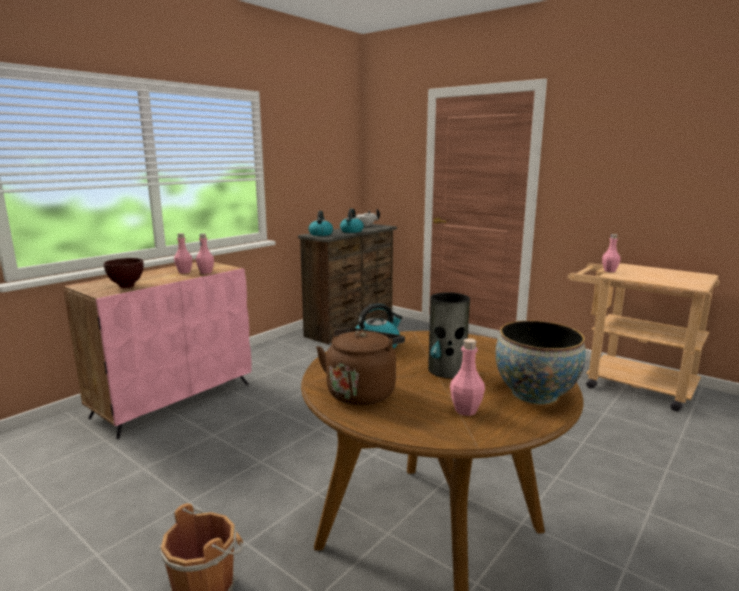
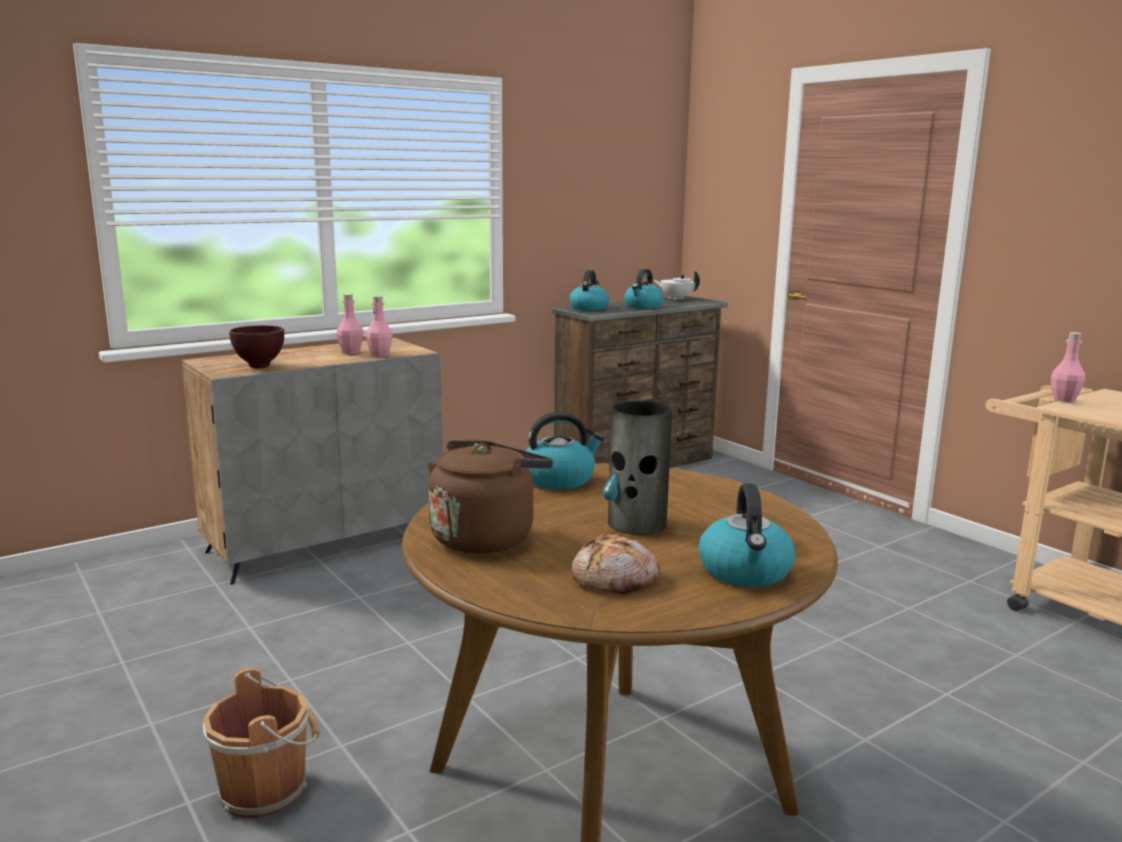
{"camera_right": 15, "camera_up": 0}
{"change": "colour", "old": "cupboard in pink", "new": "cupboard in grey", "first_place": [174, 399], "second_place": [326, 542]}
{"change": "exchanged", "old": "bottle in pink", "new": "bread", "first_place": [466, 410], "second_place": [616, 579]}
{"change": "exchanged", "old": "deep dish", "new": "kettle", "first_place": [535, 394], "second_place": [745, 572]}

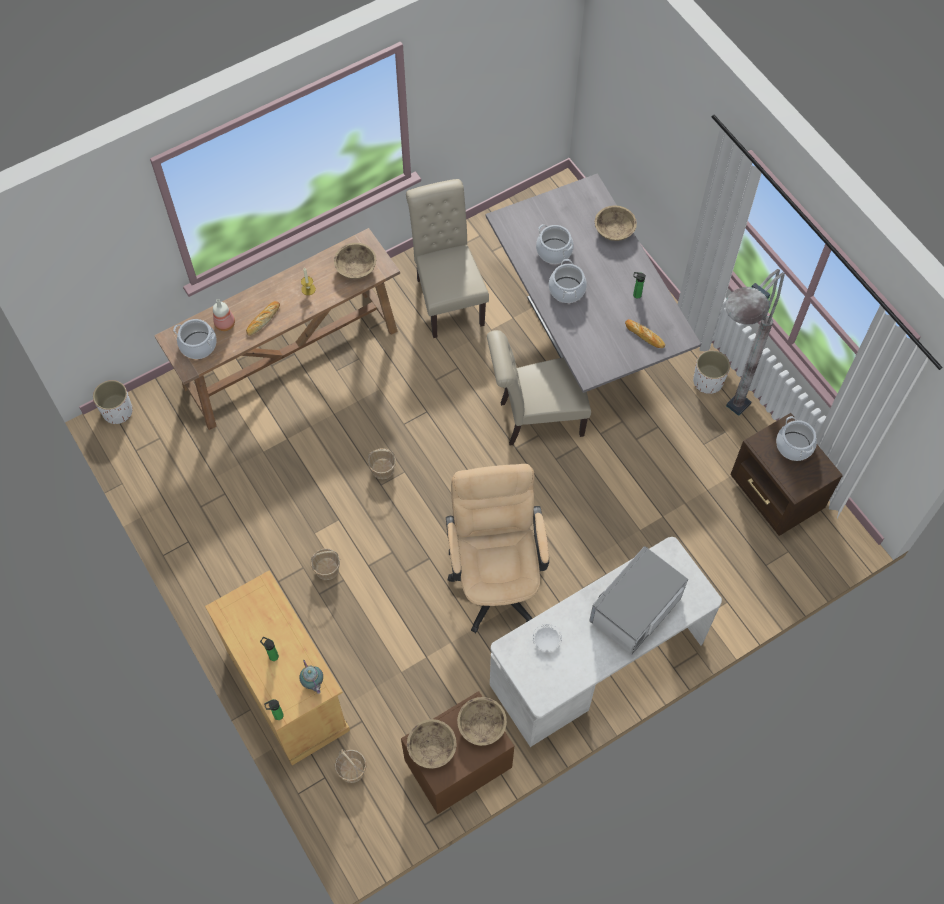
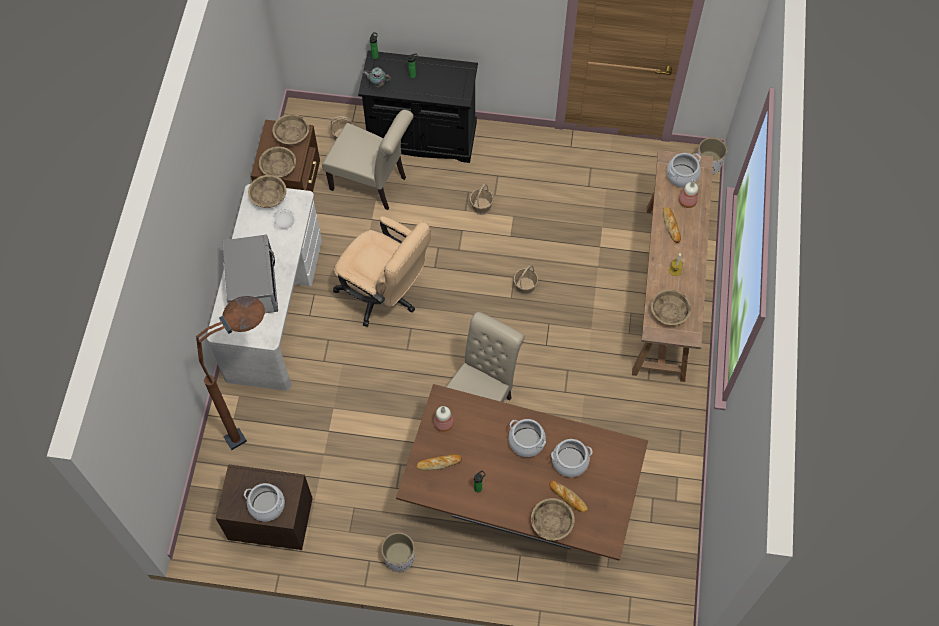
{"camera_right": 130, "camera_up": 0}
{"change": "appeared", "new": "standing lamp in brownish", "second_place": [267, 422]}
{"change": "appeared", "new": "deep dish in beige-coloured", "second_place": [269, 197]}
{"change": "relocated", "old": "plain chair in beige-coloured", "first_place": [447, 297], "second_place": [373, 184]}
{"change": "colour", "old": "cupboard in beige-coloured", "new": "cupboard in black-coloured", "first_place": [288, 690], "second_place": [422, 137]}
{"change": "colour", "old": "dinner table in grey", "new": "dinner table in brownish", "first_place": [583, 333], "second_place": [519, 502]}
{"change": "appeared", "new": "bottle", "second_place": [443, 424]}
{"change": "appeared", "new": "bread", "second_place": [568, 497]}
{"change": "missing", "old": "standing lamp in grey", "first_place": [713, 428]}

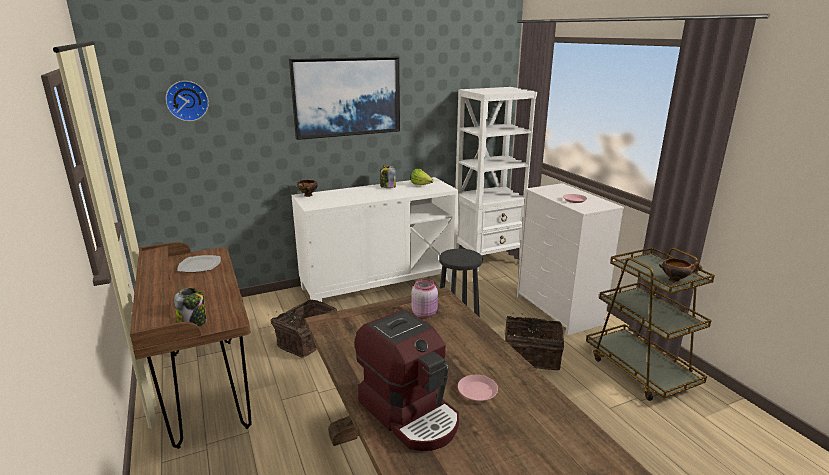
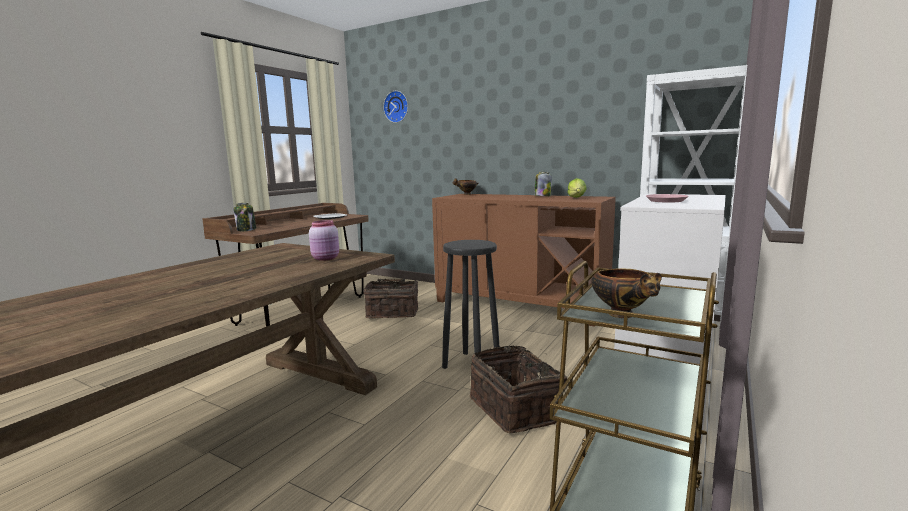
{"camera_right": 55, "camera_up": -10}
{"change": "colour", "old": "cupboard in whitish", "new": "cupboard in brownish", "first_place": [378, 284], "second_place": [520, 304]}
{"change": "missing", "old": "wall picture", "first_place": [346, 97]}
{"change": "missing", "old": "coffee machine", "first_place": [410, 413]}
{"change": "missing", "old": "flat dish in pink", "first_place": [477, 391]}

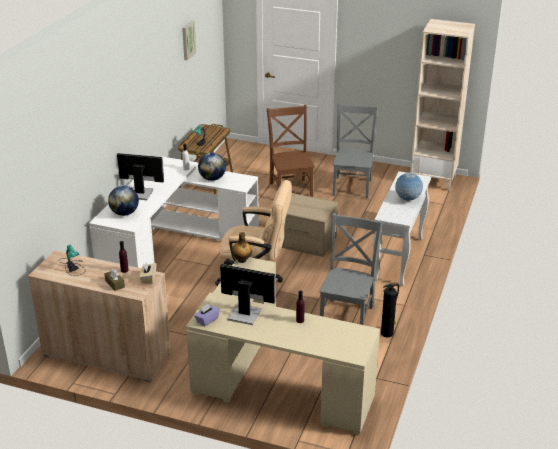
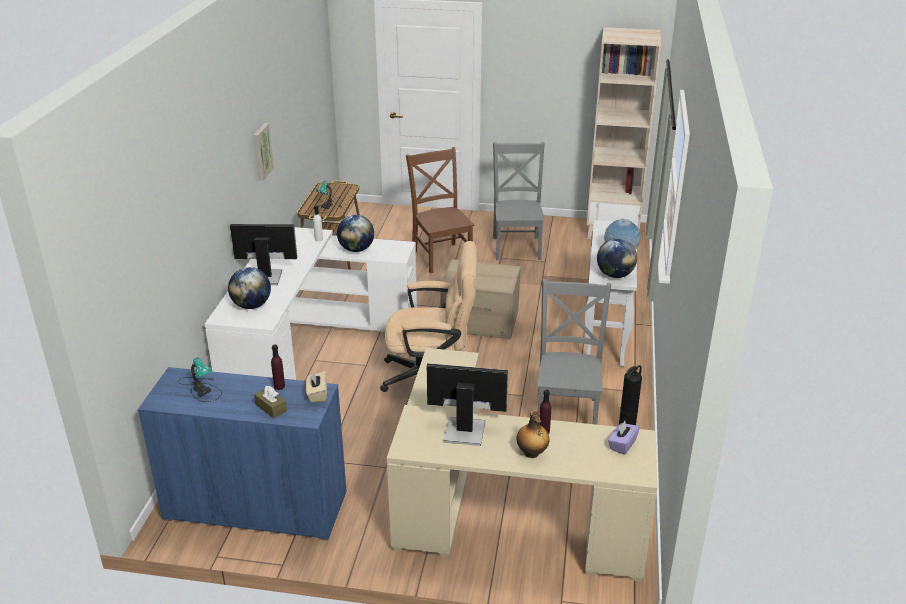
{"camera_right": -10, "camera_up": 0}
{"change": "colour", "old": "cupboard in beige-coloured", "new": "cupboard in blue", "first_place": [107, 354], "second_place": [256, 506]}
{"change": "relocated", "old": "wall picture", "first_place": [188, 40], "second_place": [261, 151]}
{"change": "relocated", "old": "bottle", "first_place": [242, 260], "second_place": [531, 453]}
{"change": "appeared", "new": "globe", "second_place": [615, 275]}
{"change": "relocated", "old": "tissue box in purple", "first_place": [207, 320], "second_place": [622, 445]}

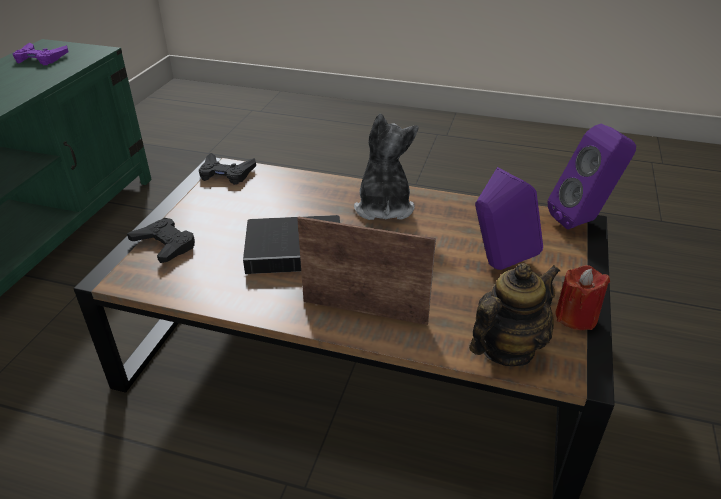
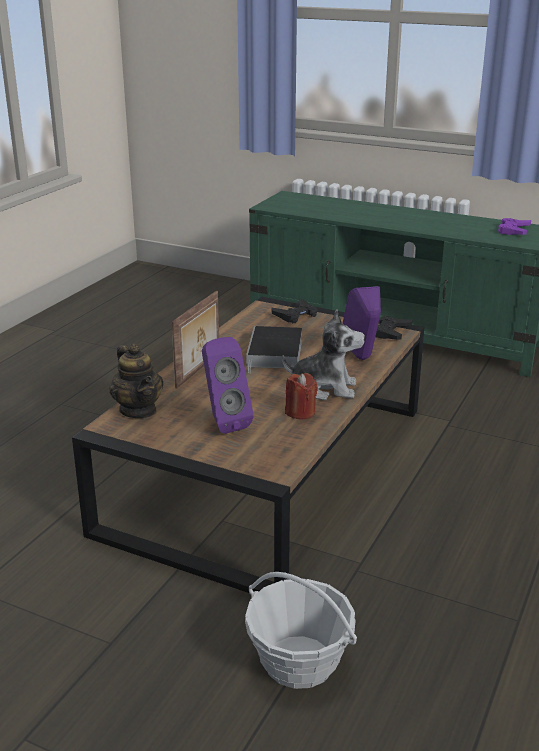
{"camera_right": 100, "camera_up": -10}
{"change": "appeared", "new": "storage basket", "second_place": [299, 661]}
{"change": "relocated", "old": "candle in reddish", "first_place": [576, 316], "second_place": [300, 412]}
{"change": "relocated", "old": "loudspeaker in purple", "first_place": [583, 221], "second_place": [362, 359]}

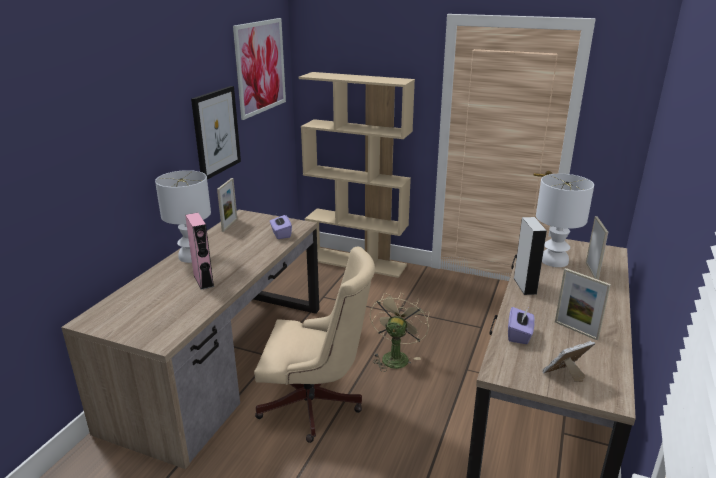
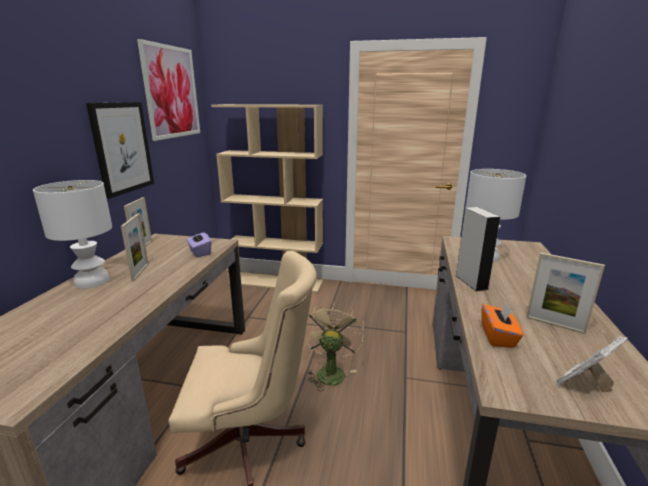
{"camera_right": -10, "camera_up": -5}
{"change": "relocated", "old": "picture frame", "first_place": [591, 271], "second_place": [140, 272]}
{"change": "colour", "old": "tissue box in purple", "new": "tissue box in orangey", "first_place": [519, 335], "second_place": [498, 337]}
{"change": "missing", "old": "loudspeaker in pink", "first_place": [203, 280]}

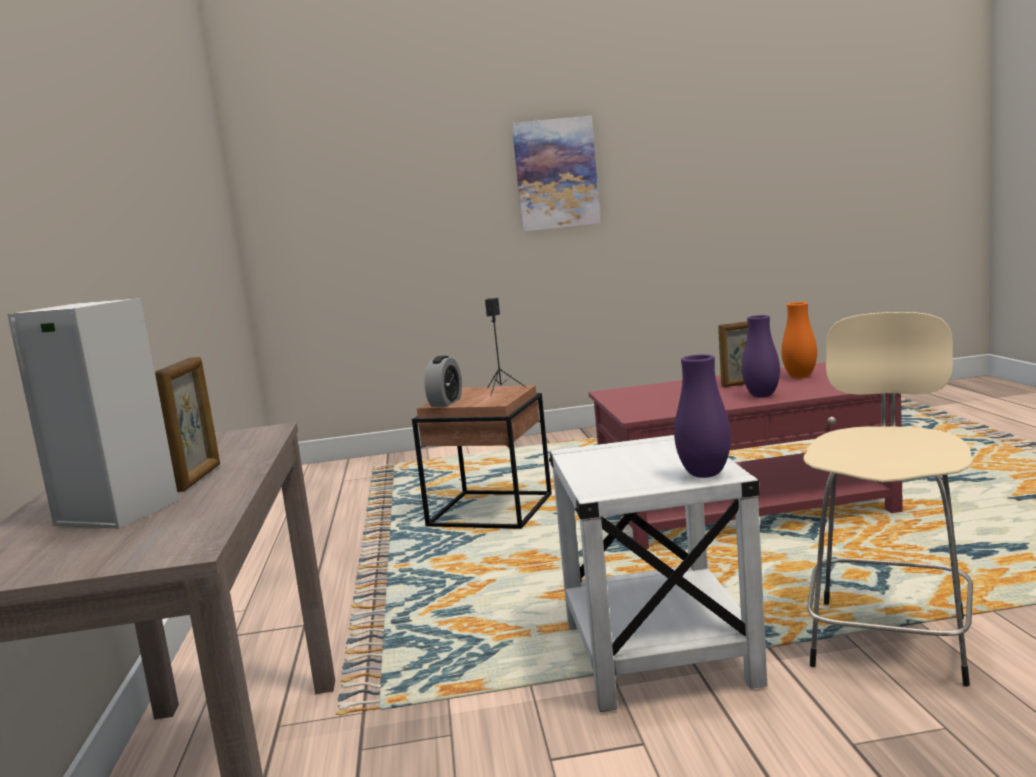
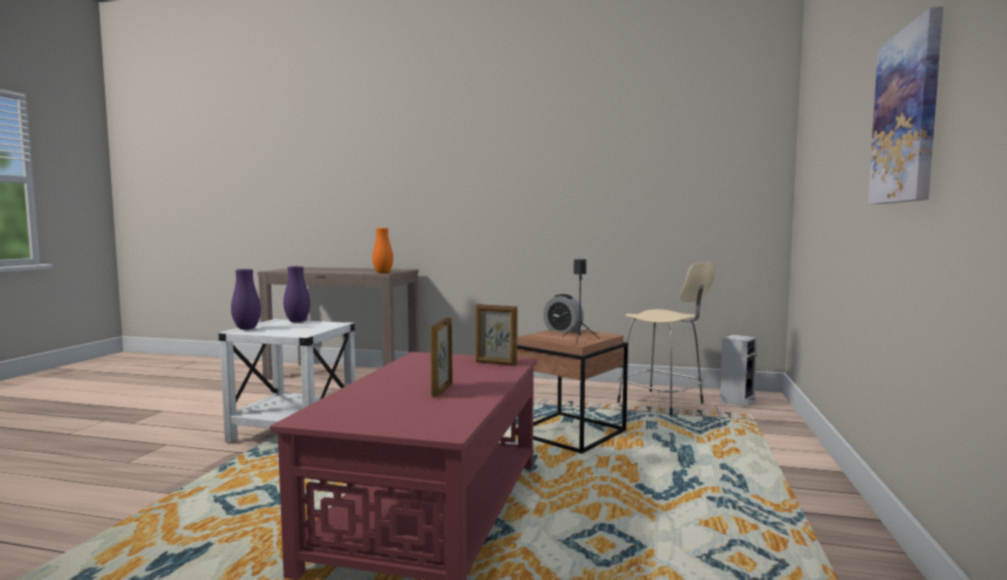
{"camera_right": 110, "camera_up": -5}
{"change": "relocated", "old": "decorative vase in purple", "first_place": [762, 395], "second_place": [297, 321]}
{"change": "relocated", "old": "decorative vase in orangey", "first_place": [800, 376], "second_place": [383, 273]}
{"change": "relocated", "old": "picture frame", "first_place": [199, 478], "second_place": [495, 363]}
{"change": "relocated", "old": "stool in beige-coloured", "first_place": [889, 638], "second_place": [663, 403]}
{"change": "relocated", "old": "loudspeaker", "first_place": [112, 513], "second_place": [736, 401]}

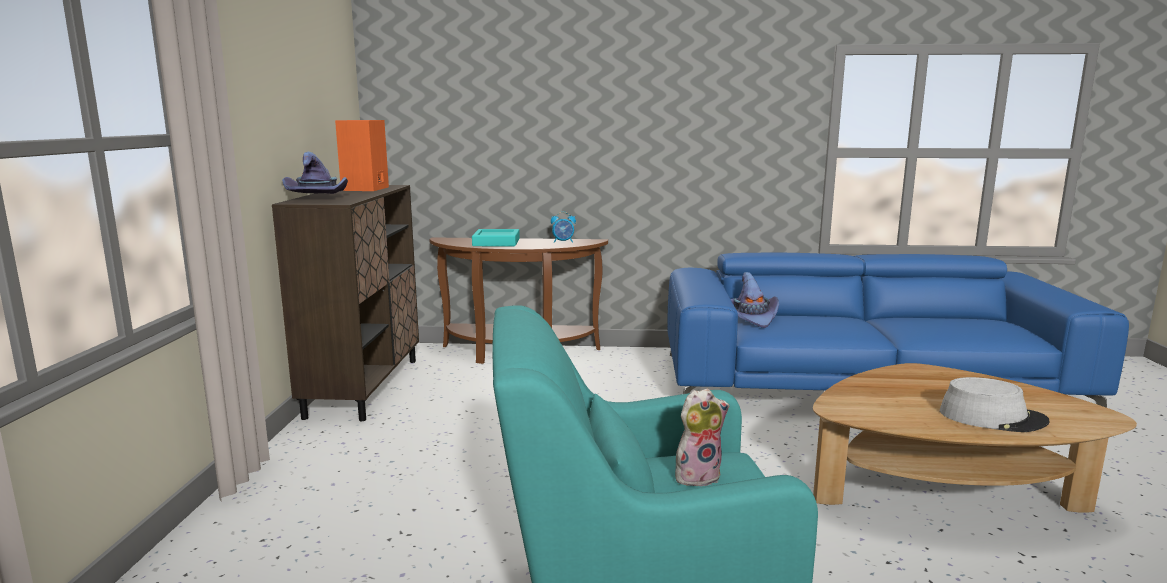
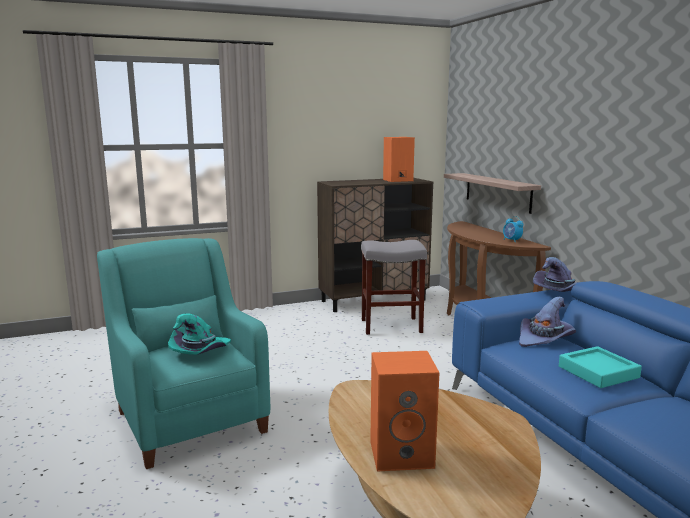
{"camera_right": 65, "camera_up": 0}
{"change": "exchanged", "old": "cuddly toy", "new": "hat in turquoise-coloured", "first_place": [697, 475], "second_place": [200, 352]}
{"change": "appeared", "new": "stool in grey", "second_place": [392, 325]}
{"change": "exchanged", "old": "hat in grey", "new": "loudspeaker in orangey", "first_place": [992, 417], "second_place": [403, 453]}
{"change": "appeared", "new": "shelf", "second_place": [497, 192]}
{"change": "relocated", "old": "hat in purple", "first_place": [318, 198], "second_place": [558, 292]}
{"change": "relocated", "old": "serving tray in turquoise-coloured", "first_place": [496, 242], "second_place": [598, 372]}

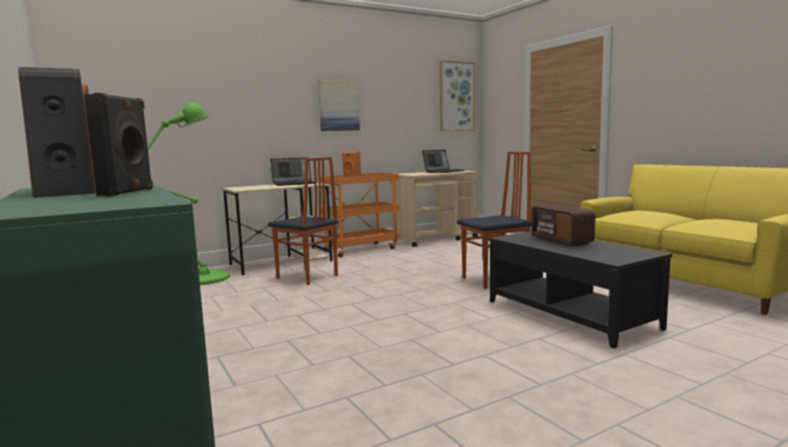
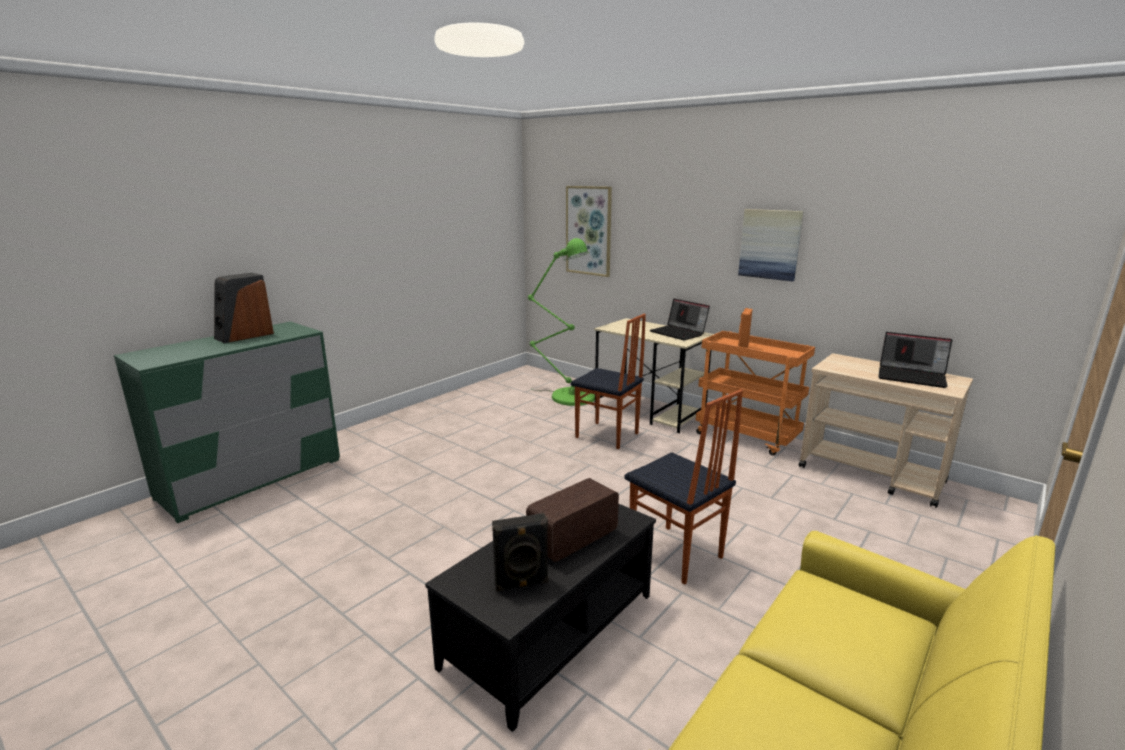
{"camera_right": 70, "camera_up": 10}
{"change": "relocated", "old": "loudspeaker in black-coloured", "first_place": [128, 192], "second_place": [521, 584]}
{"change": "relocated", "old": "wall picture", "first_place": [456, 96], "second_place": [589, 231]}
{"change": "spun", "old": "plain chair", "first_place": [307, 277], "second_place": [607, 436], "degrees": -75}

